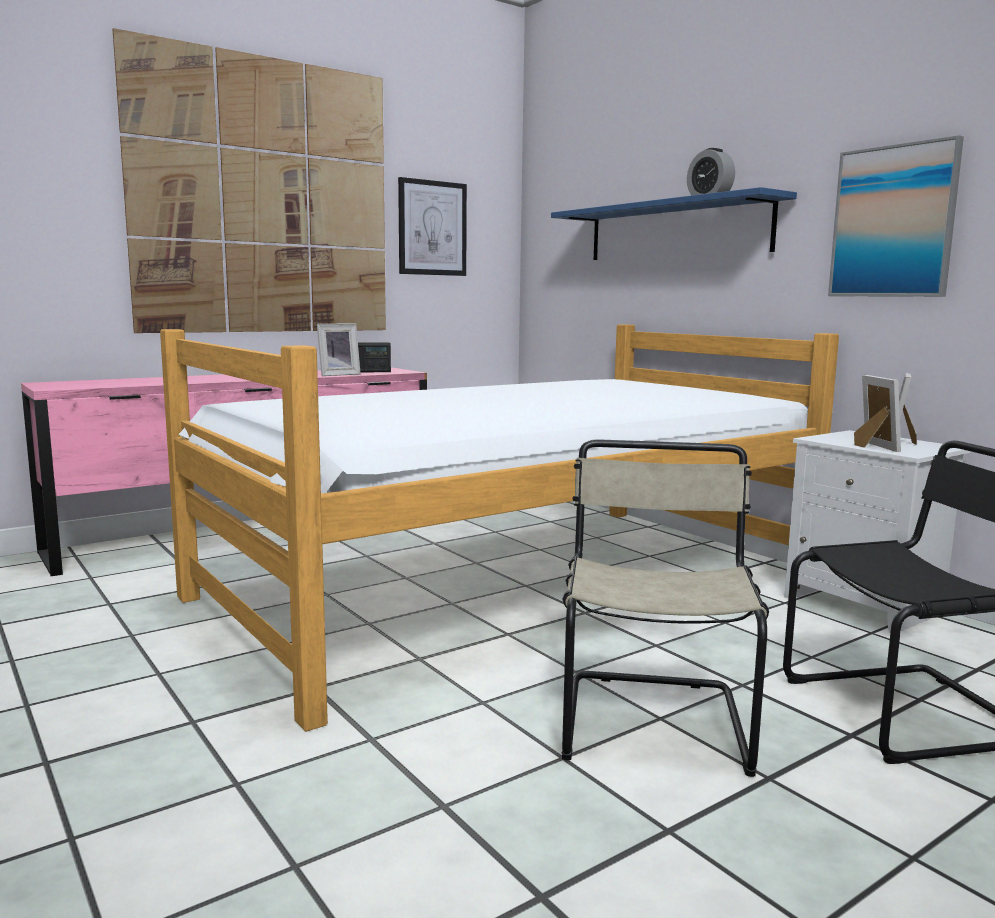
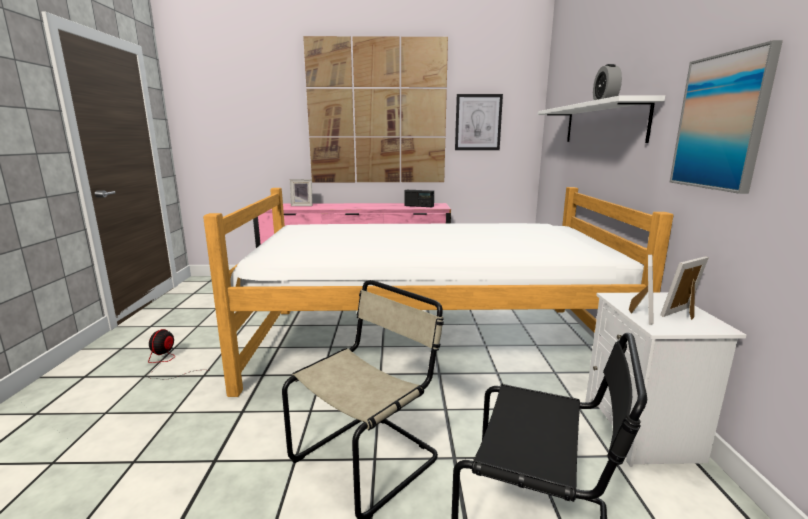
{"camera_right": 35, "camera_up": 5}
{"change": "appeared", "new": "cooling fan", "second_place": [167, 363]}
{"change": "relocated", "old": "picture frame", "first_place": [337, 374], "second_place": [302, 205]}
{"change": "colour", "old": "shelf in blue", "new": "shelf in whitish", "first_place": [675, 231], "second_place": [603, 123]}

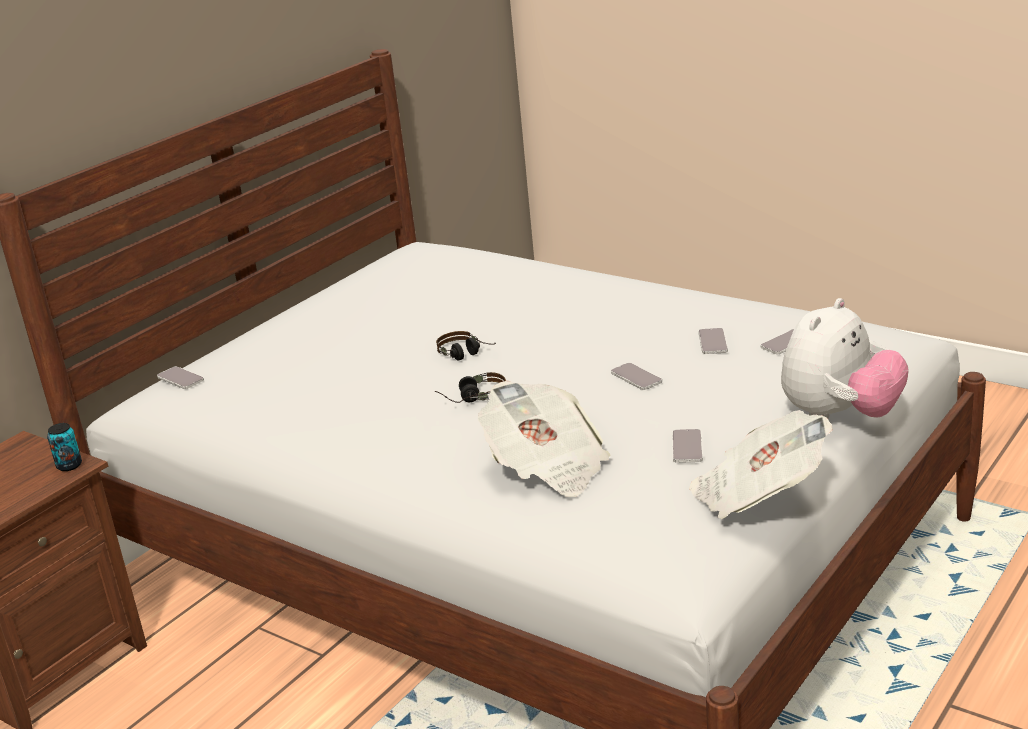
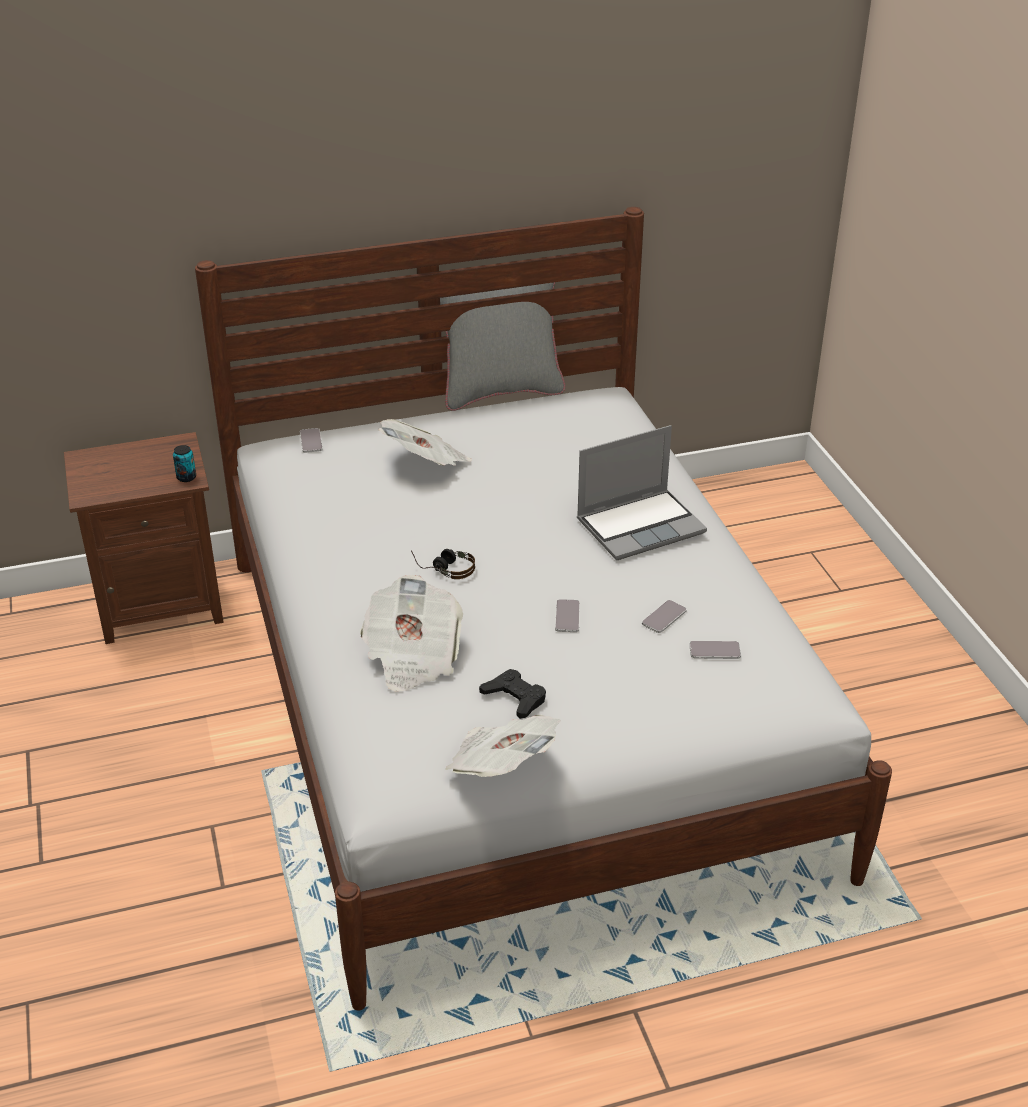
{"camera_right": 35, "camera_up": 10}
{"change": "appeared", "new": "printed paper", "second_place": [426, 464]}
{"change": "appeared", "new": "throw pillow in grey", "second_place": [500, 392]}
{"change": "exchanged", "old": "handset", "new": "joypad in black-coloured", "first_place": [687, 447], "second_place": [515, 698]}
{"change": "appeared", "new": "notebook computer", "second_place": [641, 525]}
{"change": "missing", "old": "headphones", "first_place": [467, 355]}
{"change": "missing", "old": "cuddly toy", "first_place": [840, 416]}

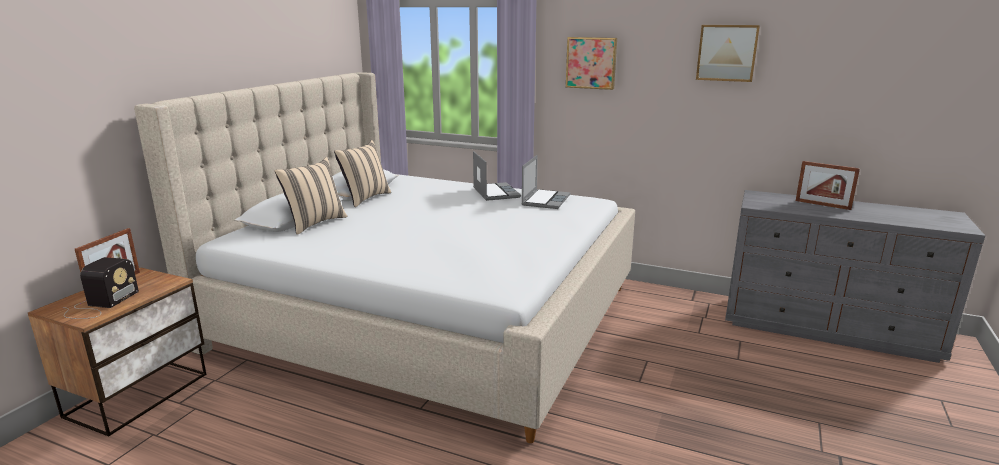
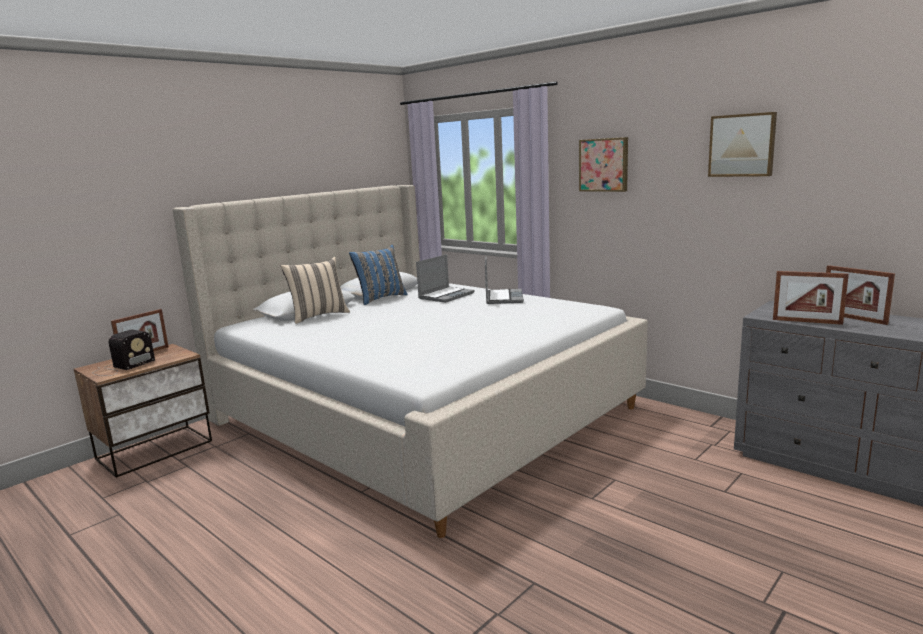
{"camera_right": 20, "camera_up": -5}
{"change": "colour", "old": "throw pillow in beige-coloured", "new": "throw pillow in blue", "first_place": [365, 198], "second_place": [380, 298]}
{"change": "relocated", "old": "notebook computer", "first_place": [545, 200], "second_place": [446, 295]}
{"change": "appeared", "new": "picture frame", "second_place": [807, 321]}

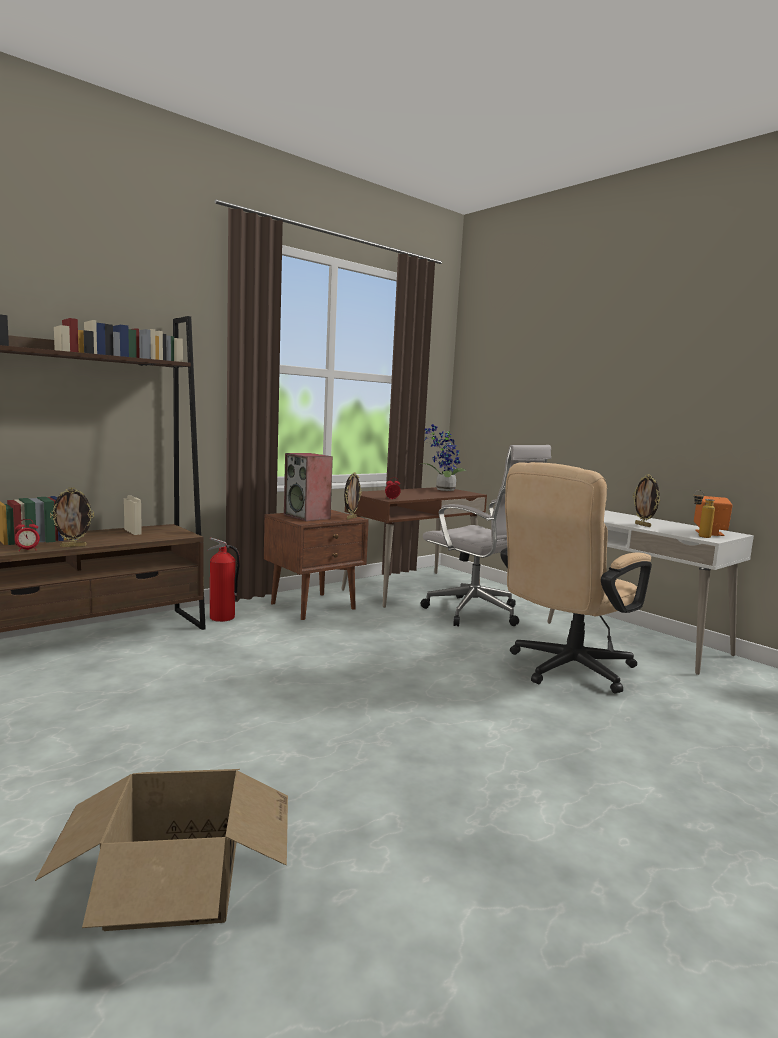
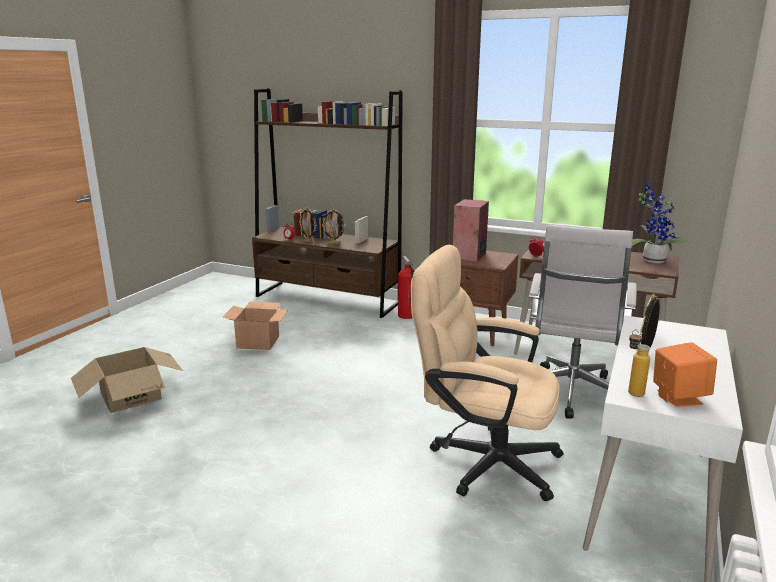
{"camera_right": 65, "camera_up": 10}
{"change": "appeared", "new": "cardboard box", "second_place": [257, 342]}
{"change": "relocated", "old": "picture frame", "first_place": [351, 518], "second_place": [334, 243]}

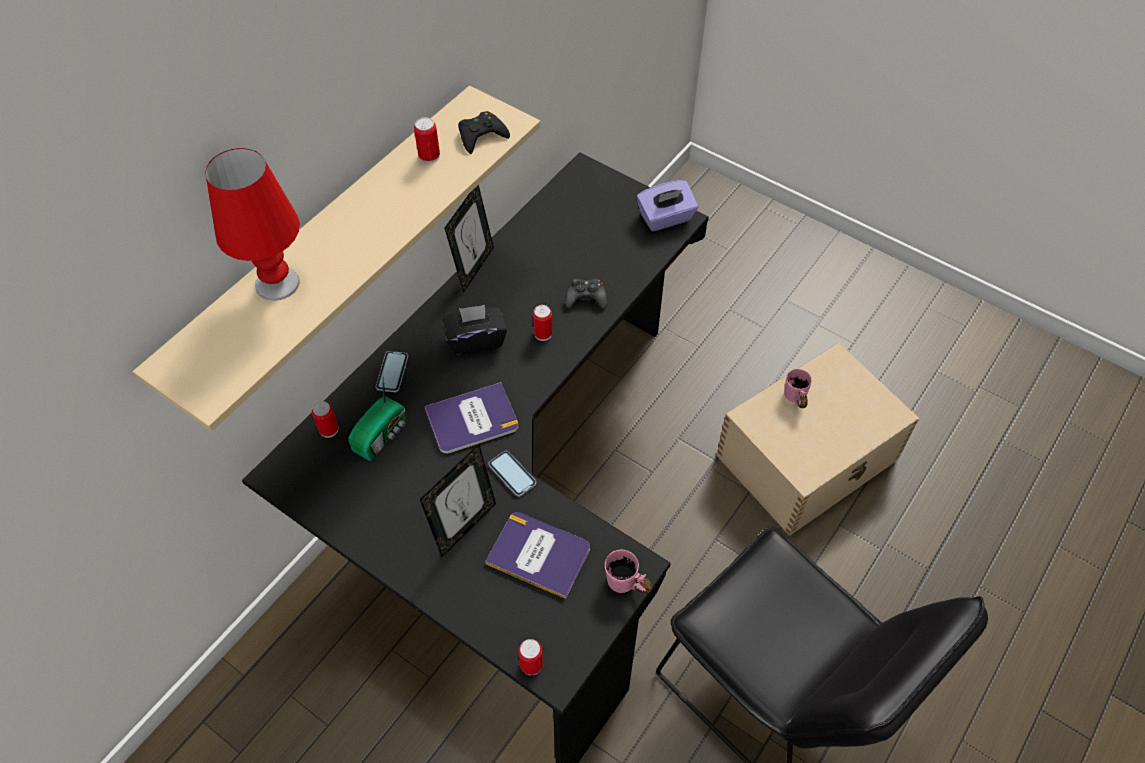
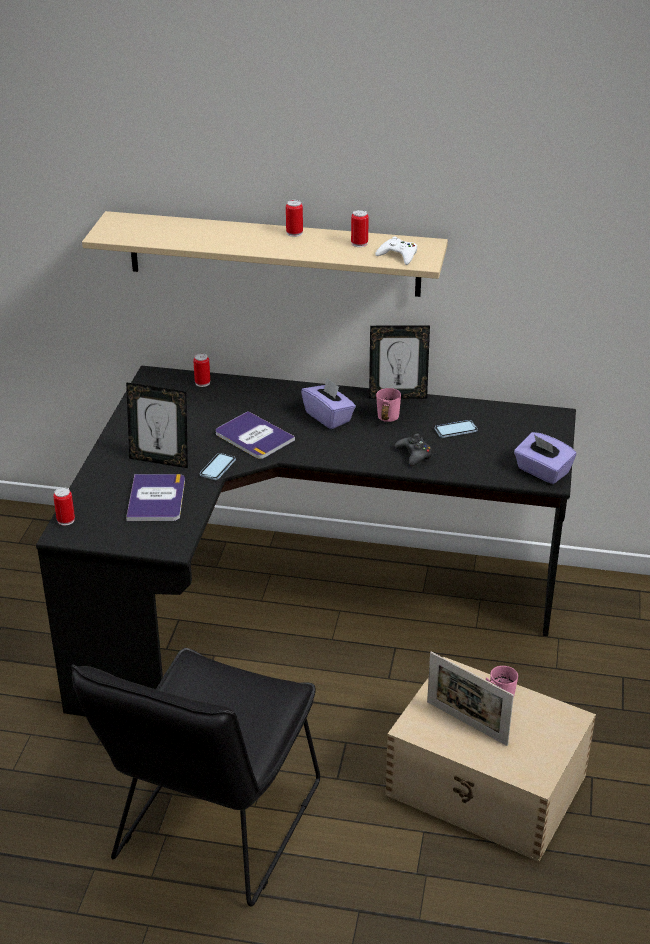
{"camera_right": 65, "camera_up": -20}
{"change": "relocated", "old": "can", "first_place": [543, 334], "second_place": [294, 233]}
{"change": "colour", "old": "tissue box in black-coloured", "new": "tissue box in purple", "first_place": [476, 340], "second_place": [328, 417]}
{"change": "colour", "old": "joypad in black-coloured", "new": "joypad in whitish", "first_place": [481, 136], "second_place": [398, 255]}
{"change": "relocated", "old": "coffee mug in pink", "first_place": [625, 587], "second_place": [384, 420]}
{"change": "appeared", "new": "picture frame", "second_place": [466, 723]}
{"change": "relocated", "old": "handset", "first_place": [392, 372], "second_place": [455, 430]}
{"change": "missing", "old": "lamp for a table in reddish", "first_place": [276, 284]}
{"change": "missing", "old": "radio set", "first_place": [382, 434]}

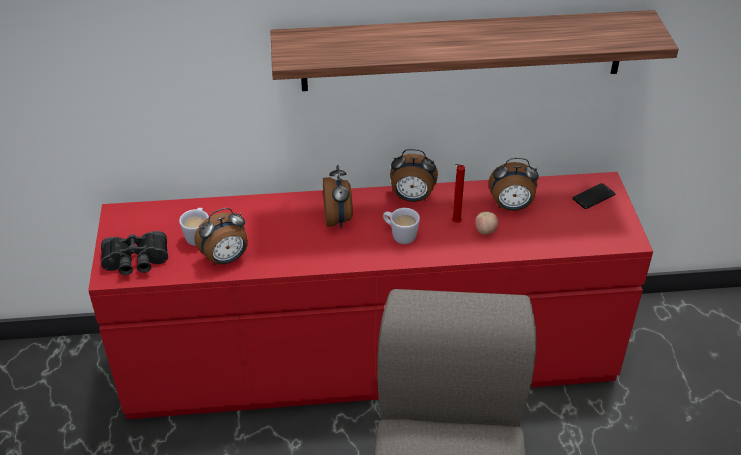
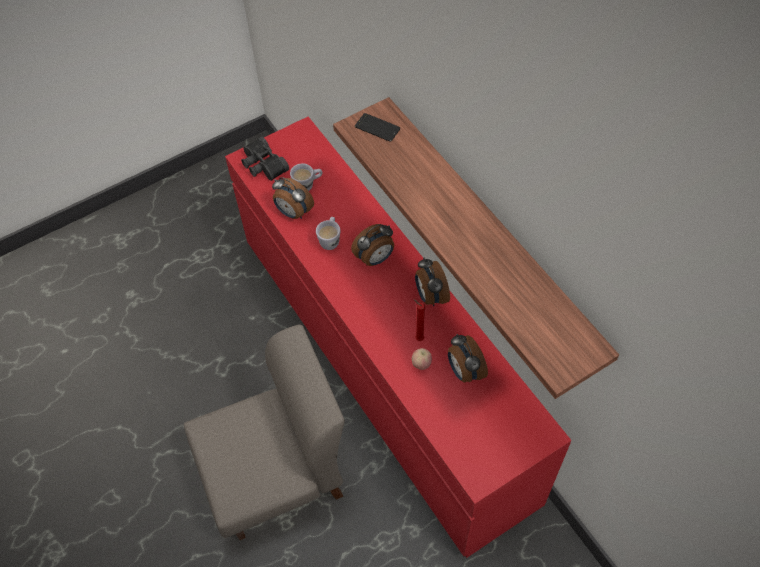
{"camera_right": 65, "camera_up": 15}
{"change": "relocated", "old": "coffee mug in whitish", "first_place": [399, 235], "second_place": [330, 239]}
{"change": "relocated", "old": "handset", "first_place": [593, 196], "second_place": [377, 128]}

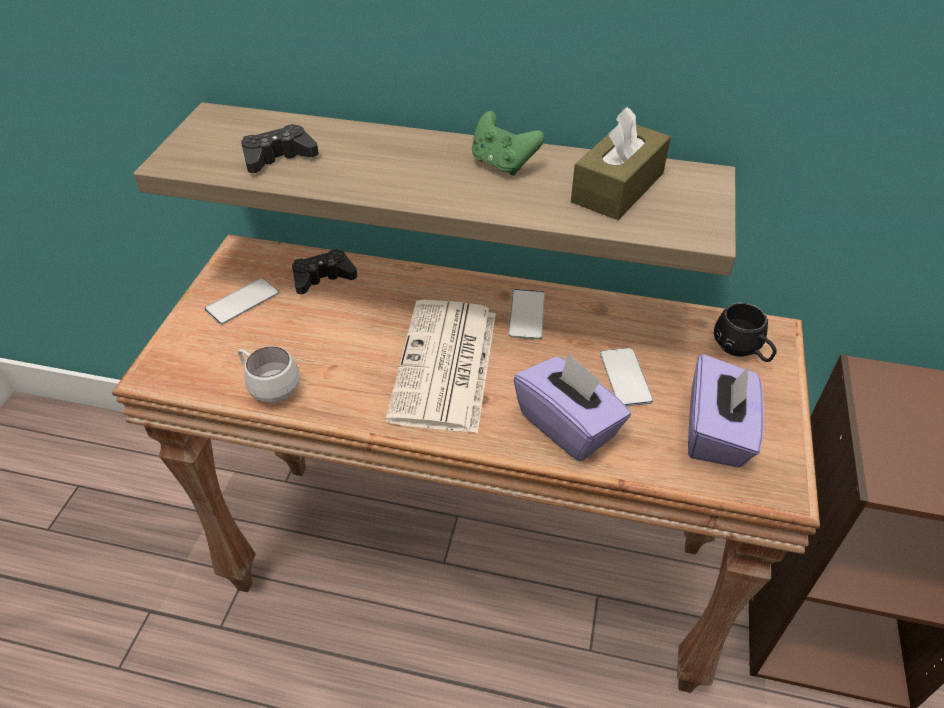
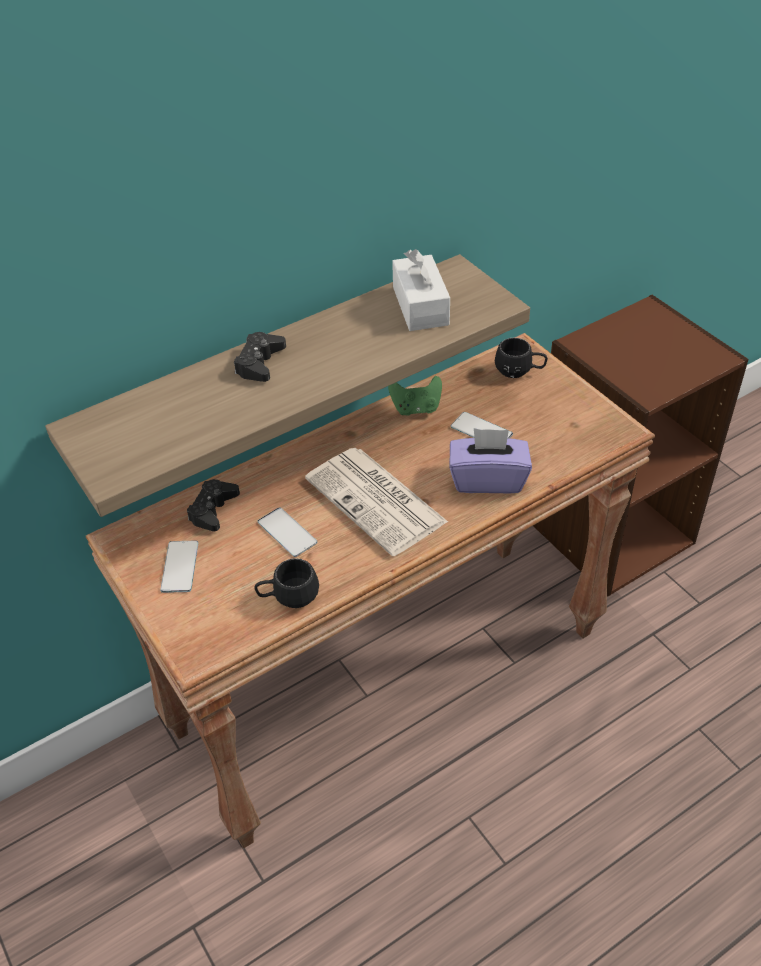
{"camera_right": -45, "camera_up": 0}
{"change": "relocated", "old": "joypad in black-coloured", "first_place": [278, 157], "second_place": [260, 363]}
{"change": "colour", "old": "coffee mug in whitish", "new": "coffee mug in black-coloured", "first_place": [269, 387], "second_place": [288, 598]}
{"change": "relocated", "old": "handset", "first_place": [527, 314], "second_place": [287, 532]}
{"change": "relocated", "old": "joypad in green-coloured", "first_place": [502, 164], "second_place": [416, 408]}
{"change": "colour", "old": "tissue box in brownish", "new": "tissue box in whitish", "first_place": [617, 187], "second_place": [420, 306]}
{"change": "missing", "old": "tissue box in purple", "first_place": [717, 432]}

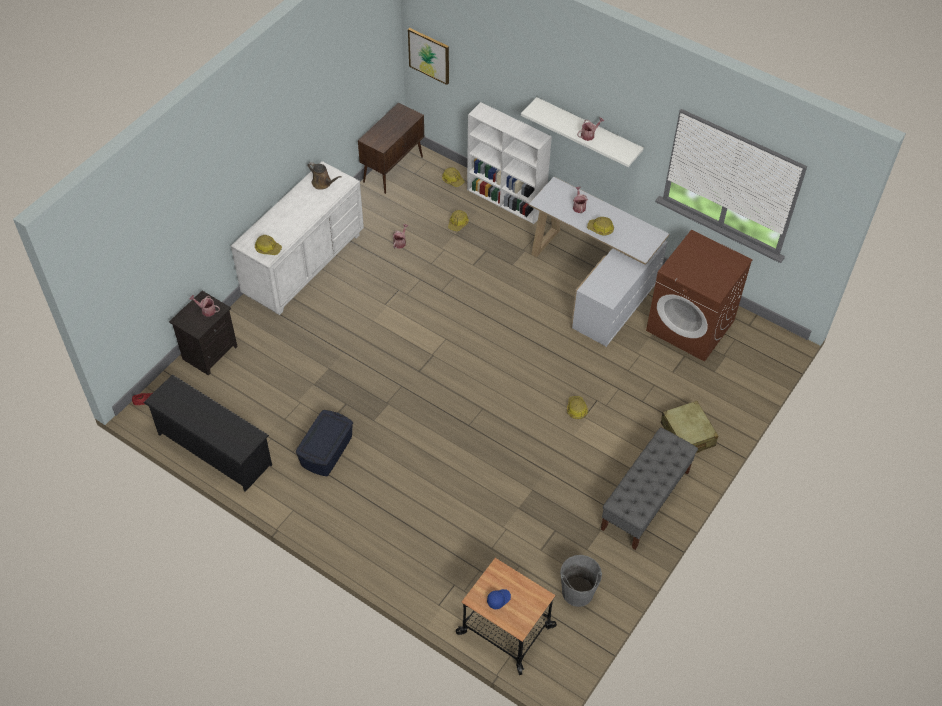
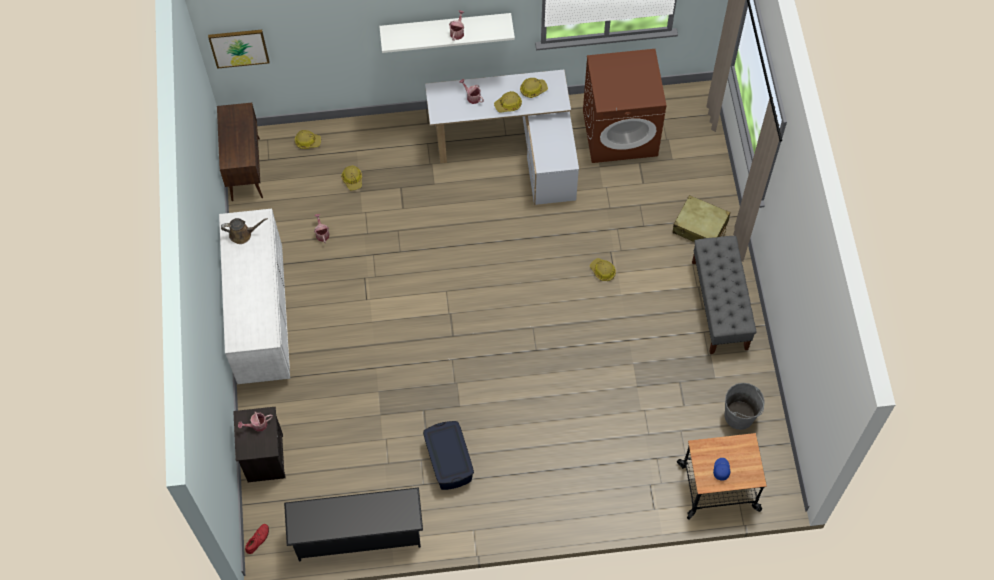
{"camera_right": -40, "camera_up": 10}
{"change": "relocated", "old": "hard hat", "first_place": [268, 248], "second_place": [533, 89]}
{"change": "missing", "old": "bookshelf in whitish", "first_place": [506, 201]}

